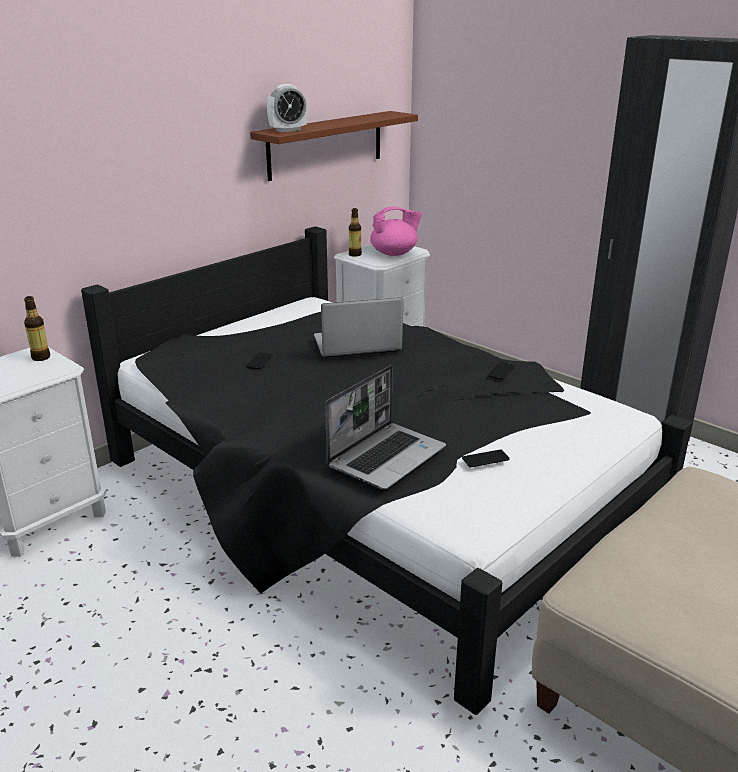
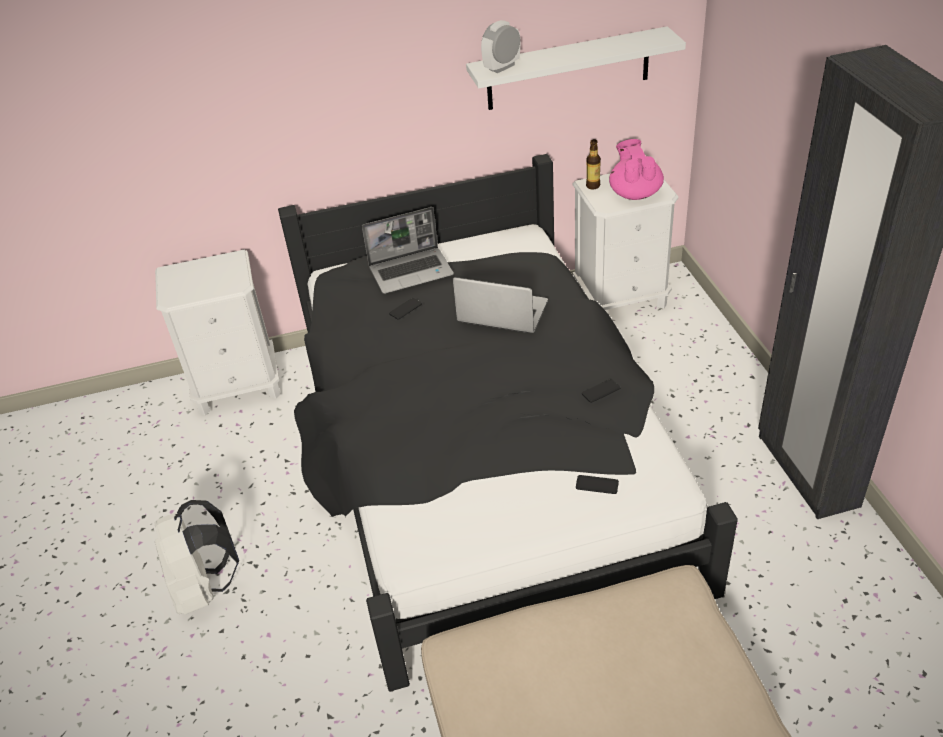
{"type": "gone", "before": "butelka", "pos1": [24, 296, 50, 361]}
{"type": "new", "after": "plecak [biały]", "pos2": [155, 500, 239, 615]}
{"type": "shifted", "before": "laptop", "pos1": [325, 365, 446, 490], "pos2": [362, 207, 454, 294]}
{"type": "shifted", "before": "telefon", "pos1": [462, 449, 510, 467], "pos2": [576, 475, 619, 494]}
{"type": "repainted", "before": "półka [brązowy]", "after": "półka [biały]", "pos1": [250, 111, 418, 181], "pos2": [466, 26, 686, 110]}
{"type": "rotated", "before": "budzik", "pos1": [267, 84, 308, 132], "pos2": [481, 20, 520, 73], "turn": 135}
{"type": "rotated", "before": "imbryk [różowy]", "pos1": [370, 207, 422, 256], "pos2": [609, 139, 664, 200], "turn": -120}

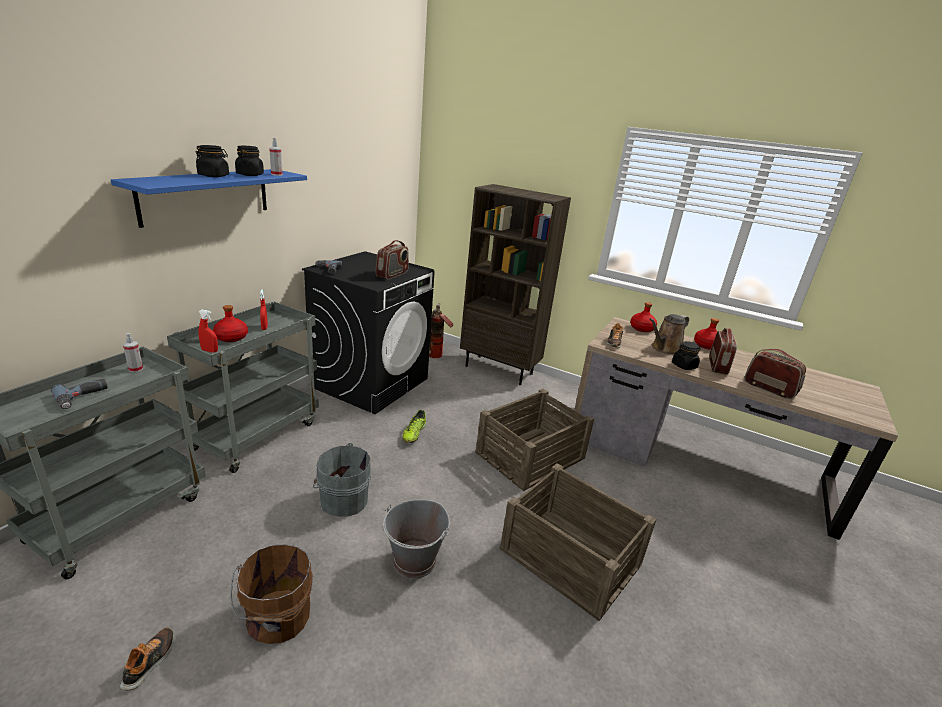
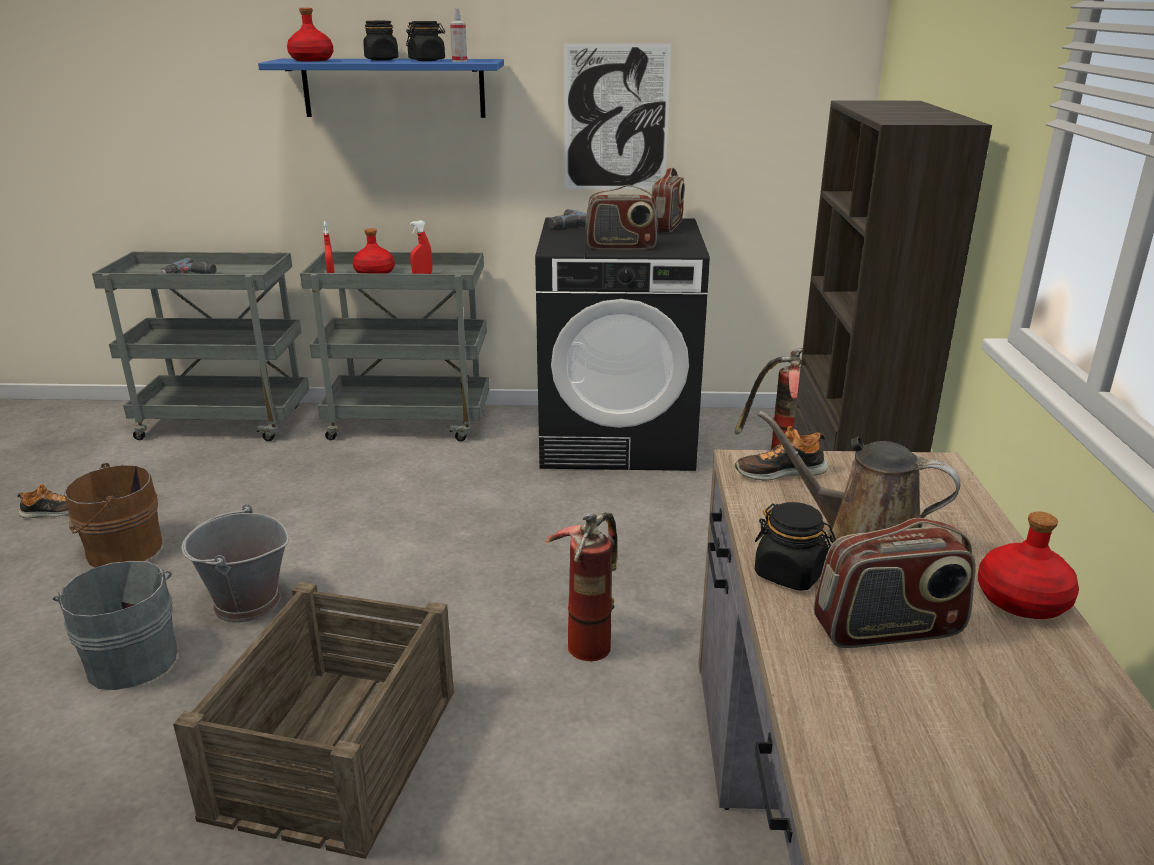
{"type": "gone", "before": "spryskiwacz", "pos1": [123, 333, 143, 372]}
{"type": "gone", "before": "but", "pos1": [402, 410, 426, 443]}
{"type": "new", "after": "obraz", "pos2": [564, 43, 671, 189]}
{"type": "shifted", "before": "wiadro [szary]", "pos1": [313, 443, 371, 517], "pos2": [53, 561, 178, 690]}
{"type": "shifted", "before": "butelka [czerwony]", "pos1": [630, 302, 657, 332], "pos2": [287, 8, 333, 61]}
{"type": "shifted", "before": "radio", "pos1": [744, 349, 806, 399], "pos2": [651, 168, 685, 232]}
{"type": "swapped", "before": "skrzynka", "after": "gaśnica", "pos1": [475, 389, 594, 491], "pos2": [545, 512, 617, 661]}

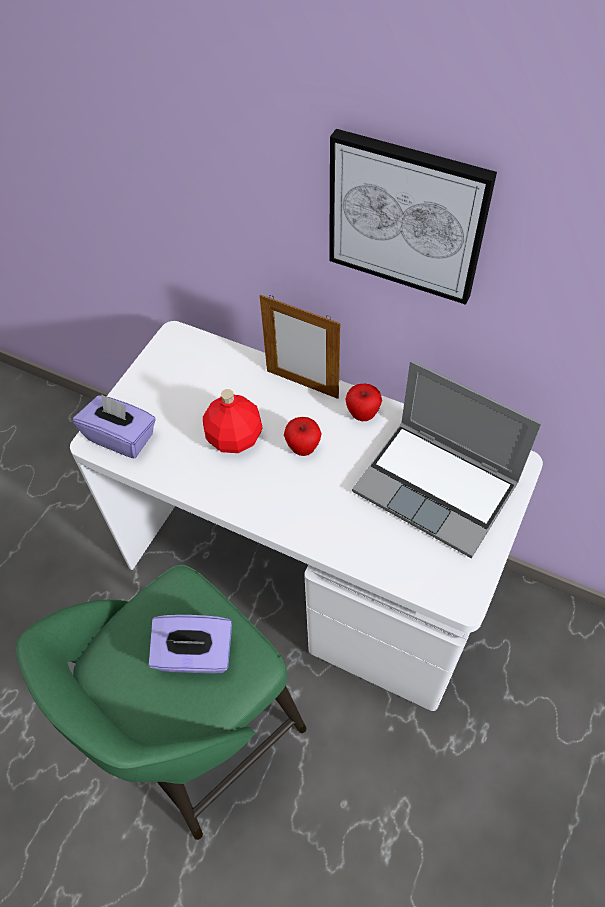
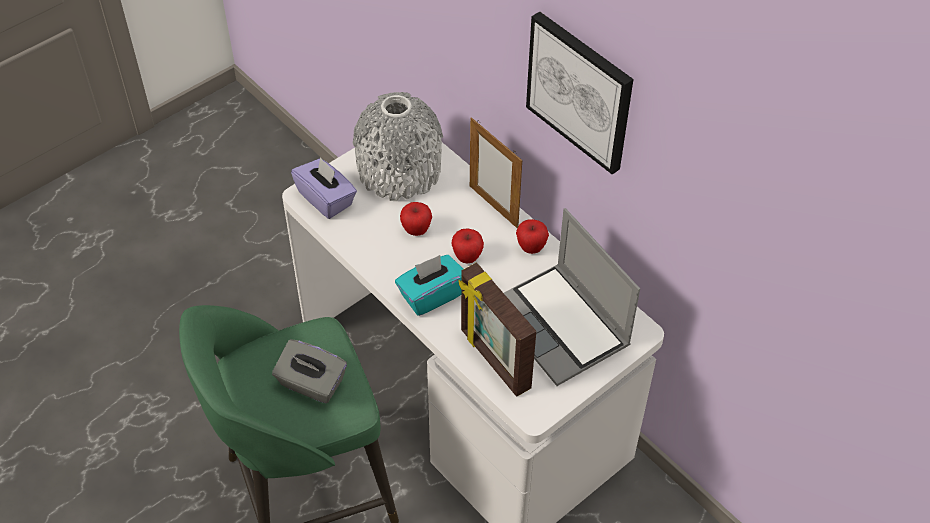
{"type": "new", "after": "wazon [szary]", "pos2": [353, 92, 443, 201]}
{"type": "new", "after": "pudełko chusteczek [turkusowy]", "pos2": [395, 255, 463, 316]}
{"type": "new", "after": "ramka na zdjęcie", "pos2": [459, 262, 536, 396]}
{"type": "swapped", "before": "butelka [czerwony]", "after": "jabłko", "pos1": [203, 389, 263, 453], "pos2": [400, 202, 432, 236]}
{"type": "repainted", "before": "pudełko chusteczek [fioletowy]", "after": "pudełko chusteczek [szary]", "pos1": [149, 615, 232, 673], "pos2": [272, 339, 347, 403]}

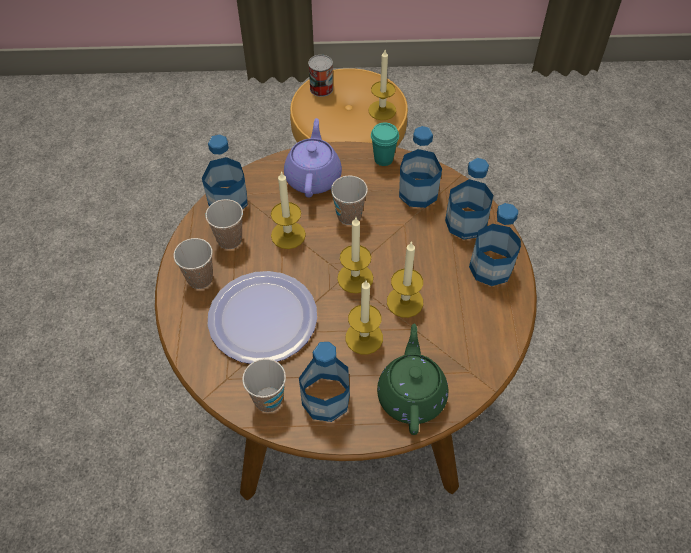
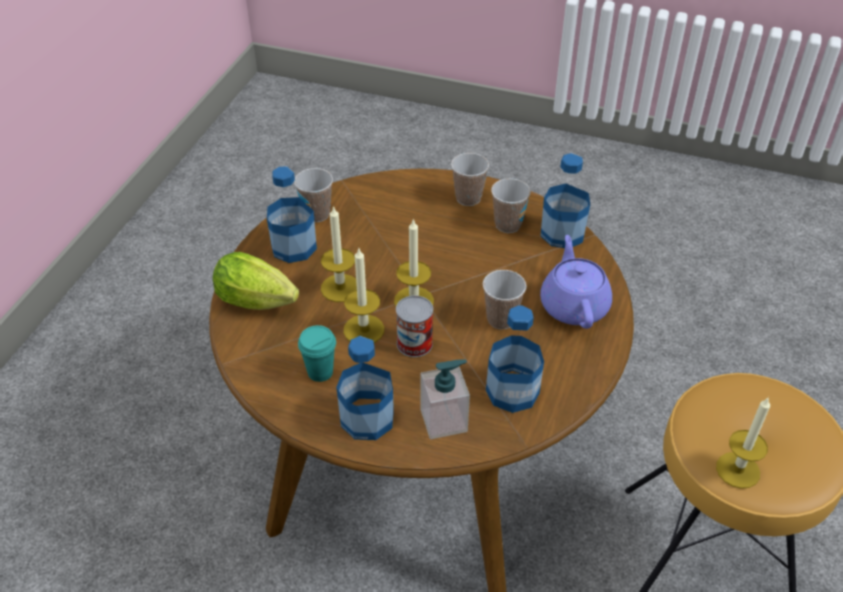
{"type": "gone", "before": "talerz", "pos1": [208, 271, 317, 364]}
{"type": "gone", "before": "świeca", "pos1": [271, 171, 306, 249]}
{"type": "shifted", "before": "puszka", "pos1": [308, 55, 333, 97], "pos2": [396, 295, 433, 357]}
{"type": "shifted", "before": "filiżanka [turkusowy]", "pos1": [371, 123, 399, 166], "pos2": [298, 325, 336, 382]}
{"type": "swapped", "before": "imbryk [zielony]", "after": "sałata", "pos1": [377, 324, 448, 435], "pos2": [213, 252, 299, 310]}
{"type": "swapped", "before": "butelka", "after": "dozownik mydła", "pos1": [445, 158, 493, 240], "pos2": [421, 359, 470, 439]}
{"type": "rotated", "before": "imbryk [fioletowy]", "pos1": [284, 118, 342, 198], "pos2": [540, 235, 612, 329], "turn": -120}

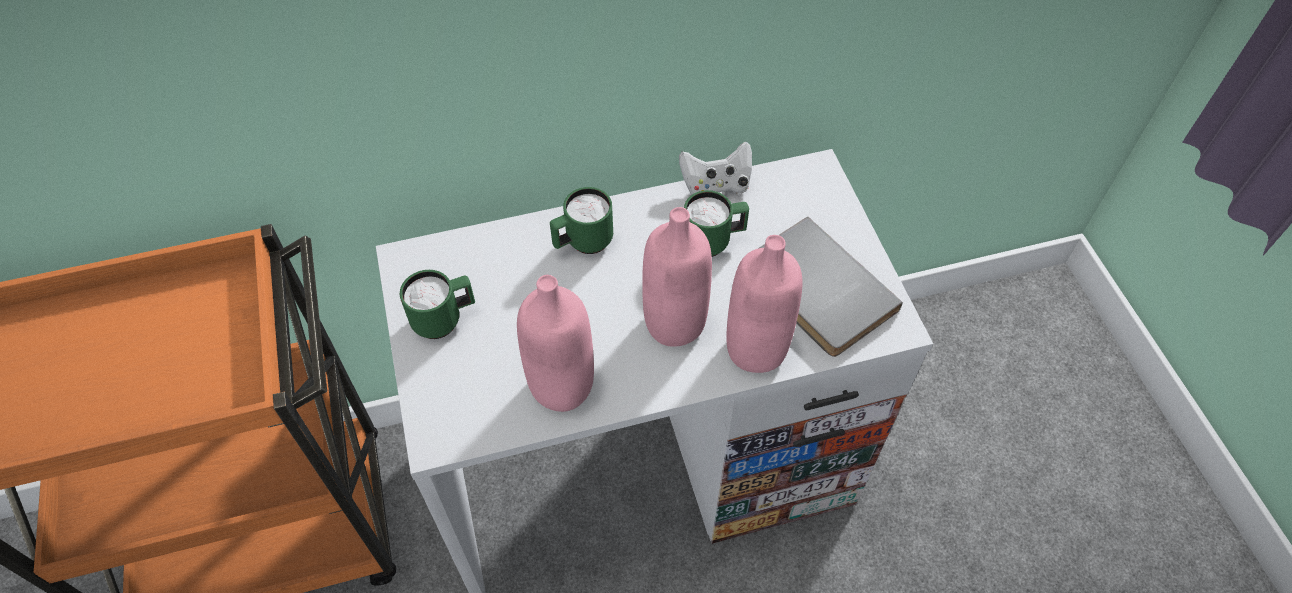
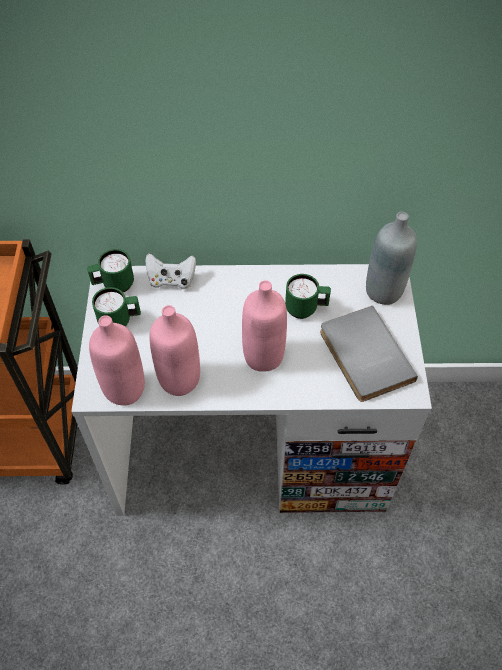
{"type": "new", "after": "butelka [szary]", "pos2": [366, 212, 417, 305]}
{"type": "shifted", "before": "kubek [zielony]", "pos1": [550, 187, 613, 254], "pos2": [87, 249, 134, 292]}
{"type": "shifted", "before": "pad do gier [biały]", "pos1": [679, 142, 752, 195], "pos2": [146, 253, 196, 289]}
{"type": "shifted", "before": "butelka [różowy]", "pos1": [726, 235, 802, 373], "pos2": [89, 315, 145, 406]}

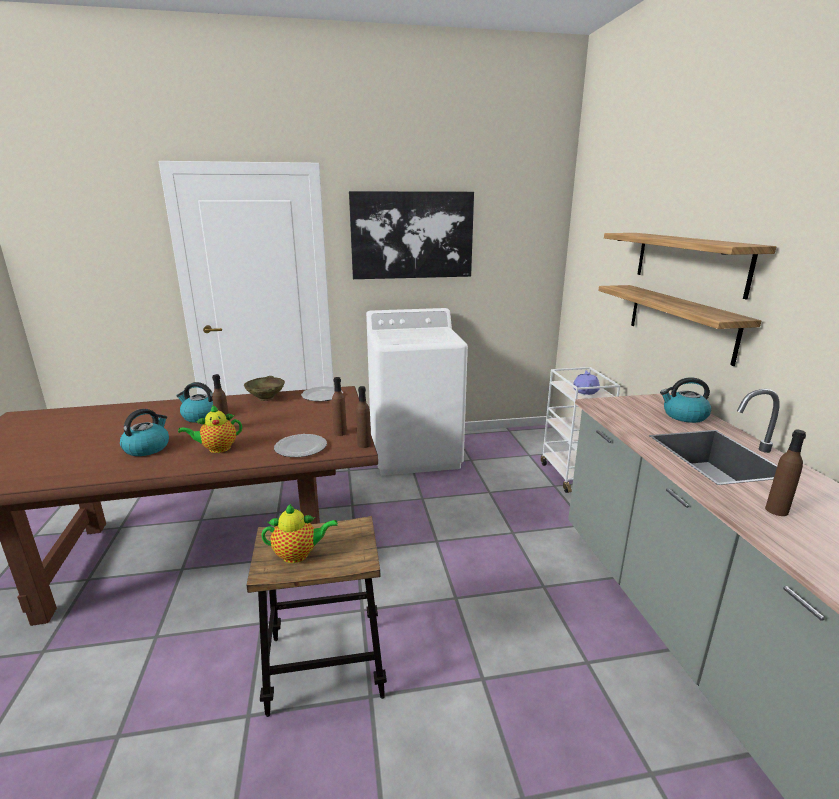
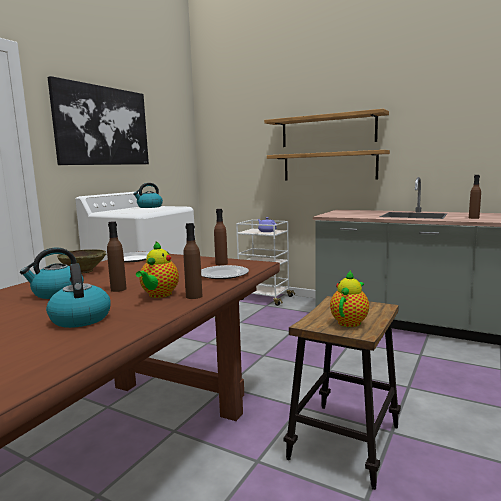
{"type": "shifted", "before": "butelka [brązowy]", "pos1": [356, 386, 371, 448], "pos2": [183, 223, 202, 299]}
{"type": "shifted", "before": "czajnik", "pos1": [660, 377, 712, 423], "pos2": [133, 183, 163, 208]}

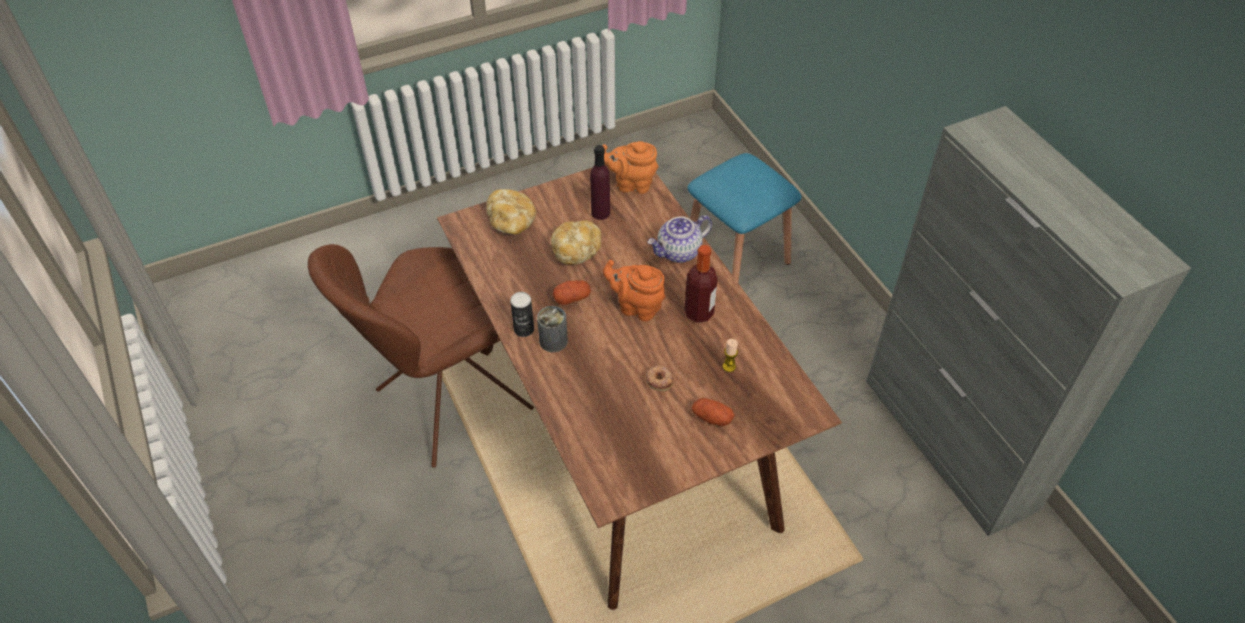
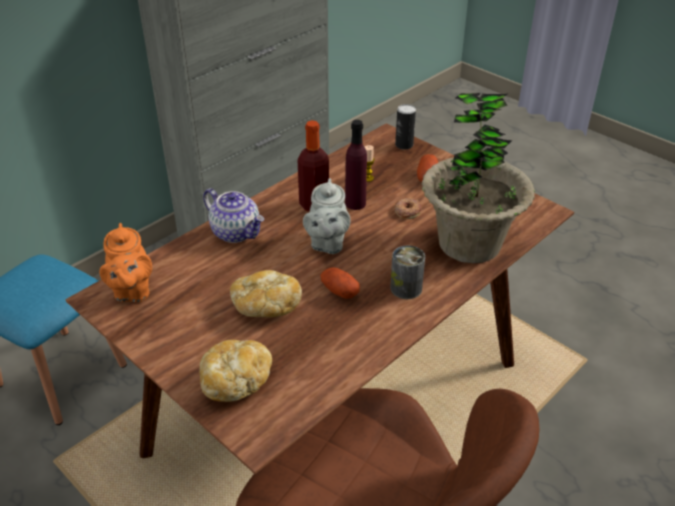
{"type": "new", "after": "roślina doniczkowa", "pos2": [422, 93, 535, 263]}
{"type": "shifted", "before": "puszka", "pos1": [510, 292, 534, 337], "pos2": [395, 104, 416, 150]}
{"type": "shifted", "before": "butelka [fioletowy]", "pos1": [590, 145, 610, 220], "pos2": [345, 120, 367, 210]}
{"type": "repainted", "before": "imbryk [pomarańczowy]", "after": "imbryk [szary]", "pos1": [603, 260, 665, 322], "pos2": [303, 178, 351, 254]}

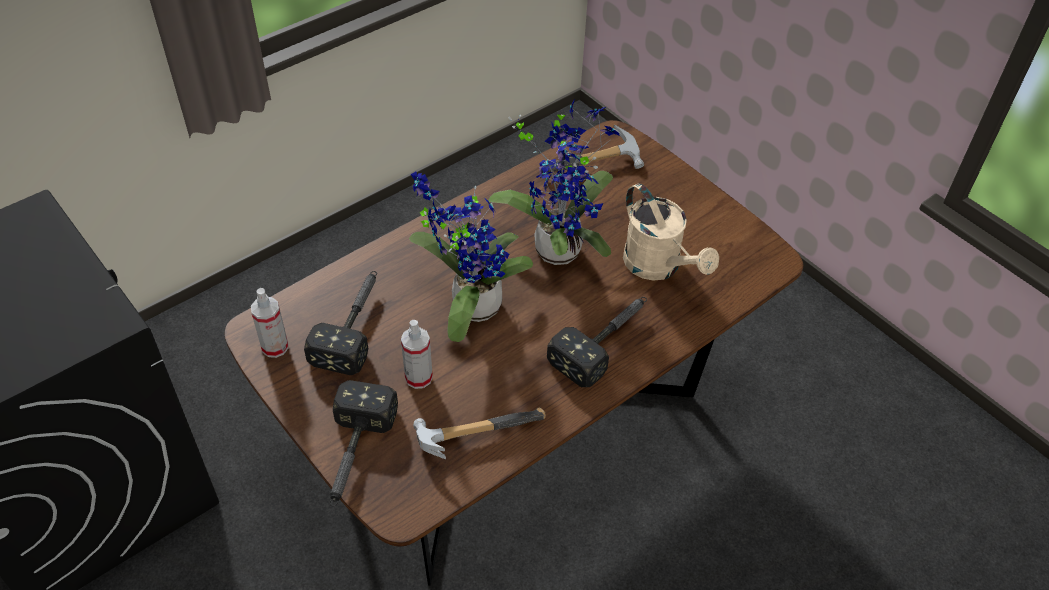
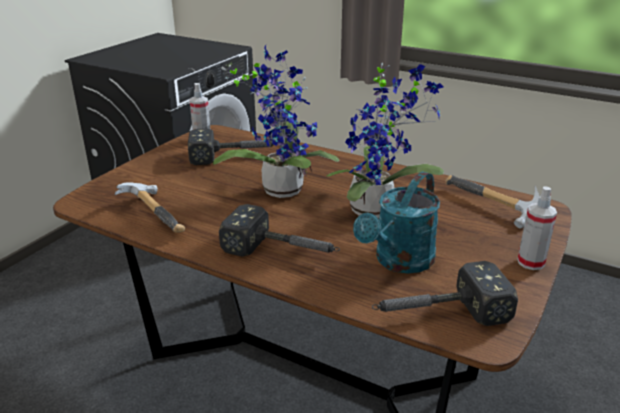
{"type": "shifted", "before": "młotek", "pos1": [329, 380, 398, 507], "pos2": [372, 261, 518, 326]}
{"type": "shifted", "before": "spryskiwacz", "pos1": [401, 320, 433, 389], "pos2": [517, 186, 557, 270]}
{"type": "repainted", "before": "konewka [beżowy]", "after": "konewka [turkusowy]", "pos1": [623, 183, 719, 281], "pos2": [353, 171, 440, 274]}

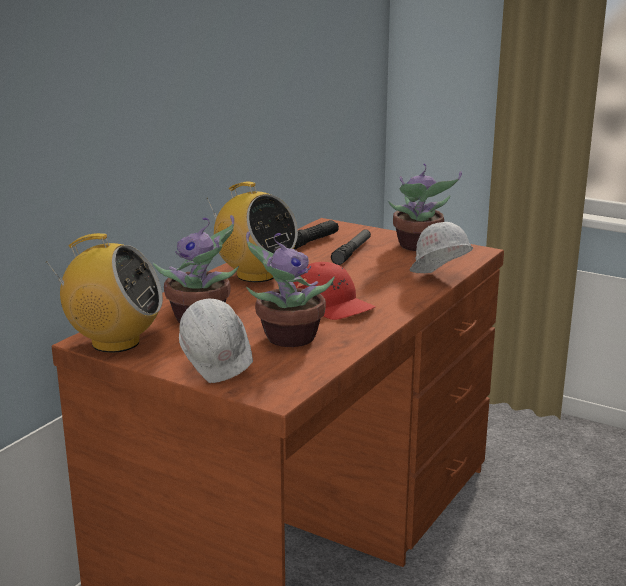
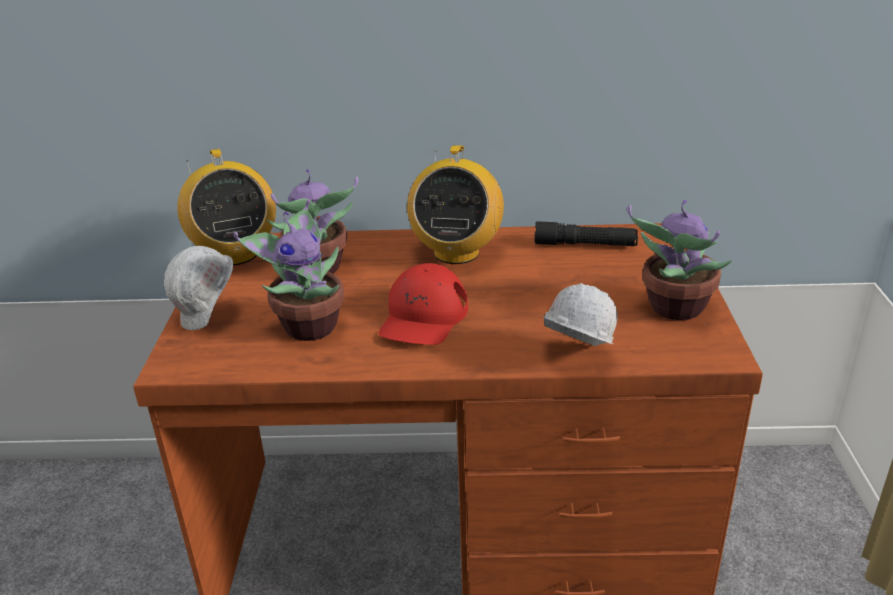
{"type": "gone", "before": "latarka", "pos1": [331, 229, 371, 265]}

